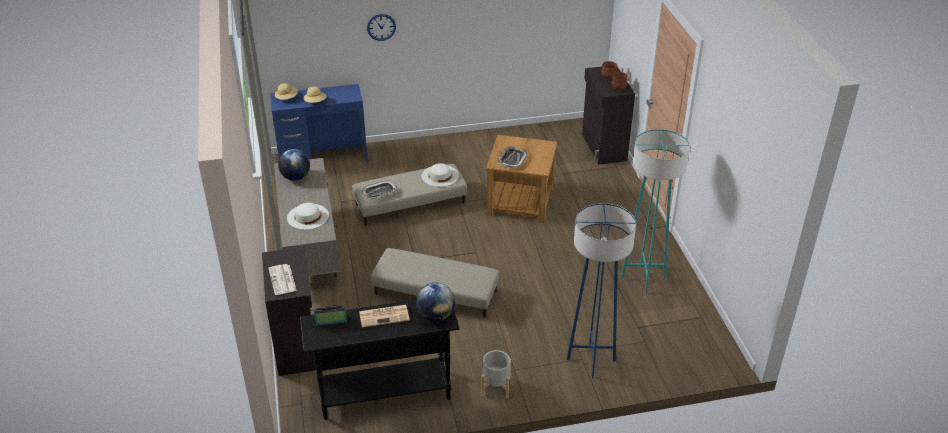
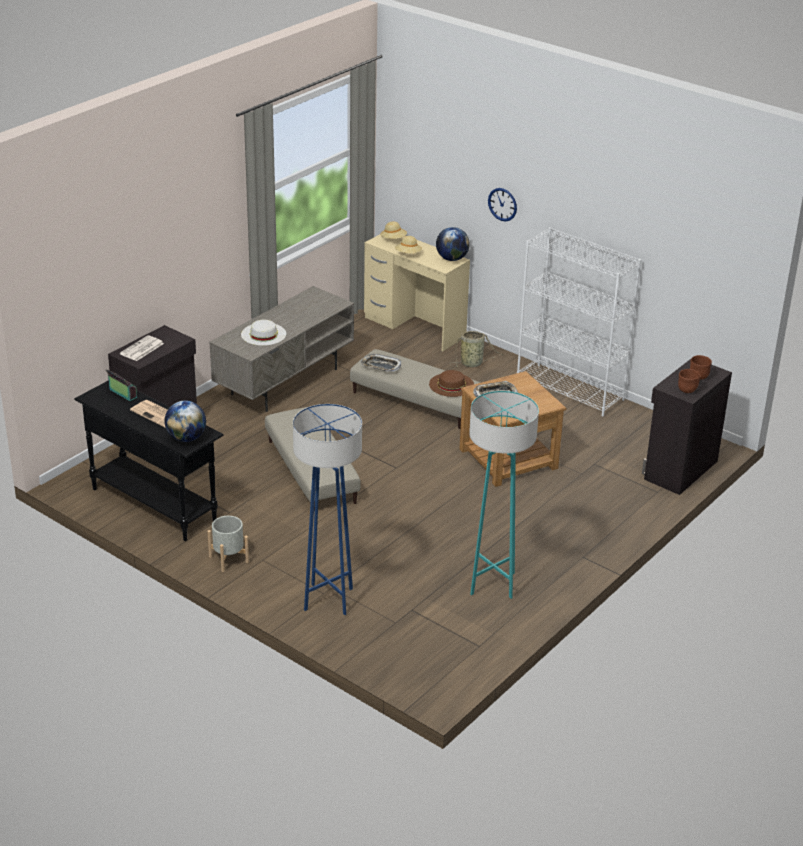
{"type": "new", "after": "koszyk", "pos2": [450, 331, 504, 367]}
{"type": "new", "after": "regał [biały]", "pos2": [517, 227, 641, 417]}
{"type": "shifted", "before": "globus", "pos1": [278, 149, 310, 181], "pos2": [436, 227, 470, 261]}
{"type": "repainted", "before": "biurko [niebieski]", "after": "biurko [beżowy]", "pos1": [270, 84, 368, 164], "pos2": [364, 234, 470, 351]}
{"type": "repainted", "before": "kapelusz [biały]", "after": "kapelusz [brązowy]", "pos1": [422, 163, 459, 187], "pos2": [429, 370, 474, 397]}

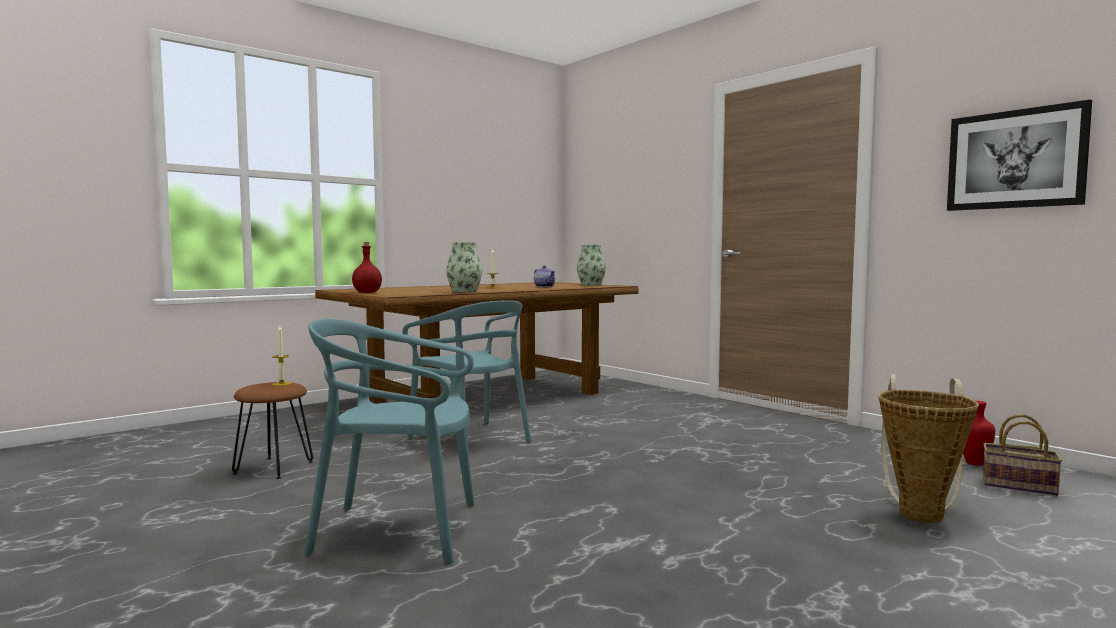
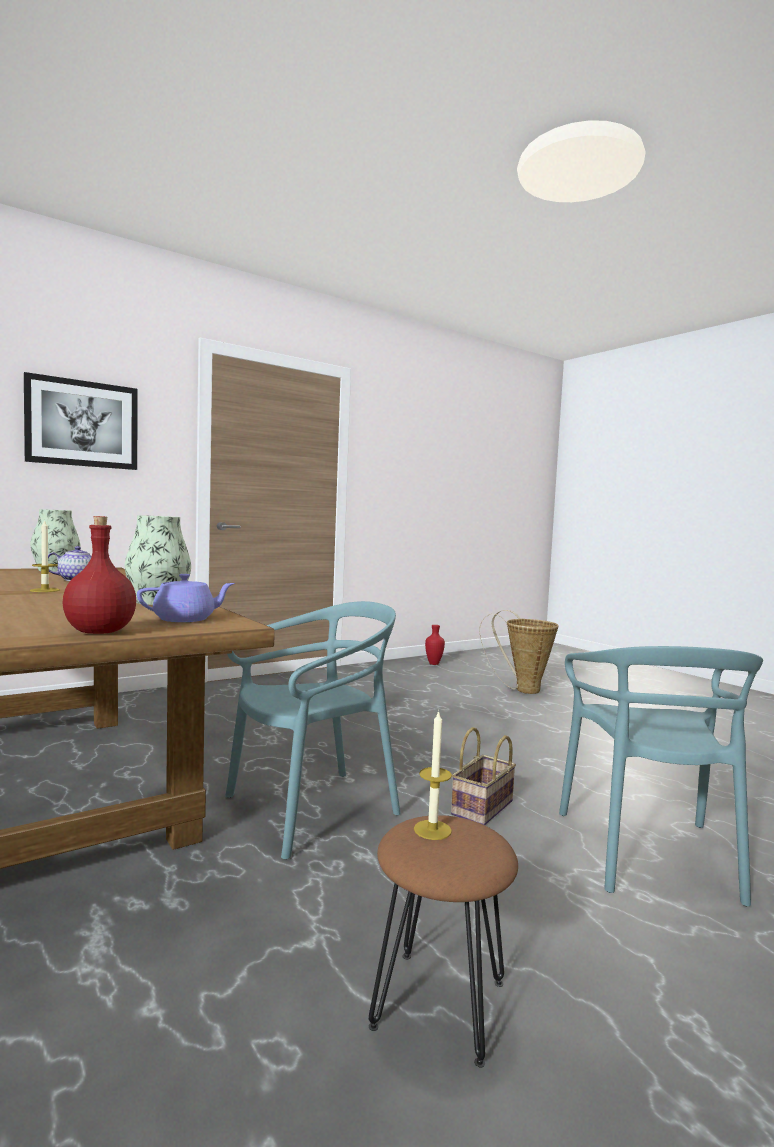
{"type": "new", "after": "imbryk [fioletowy]", "pos2": [137, 574, 235, 622]}
{"type": "shifted", "before": "obraz", "pos1": [947, 99, 1092, 211], "pos2": [24, 372, 138, 470]}
{"type": "shifted", "before": "koszyk", "pos1": [983, 415, 1062, 496], "pos2": [451, 727, 516, 825]}

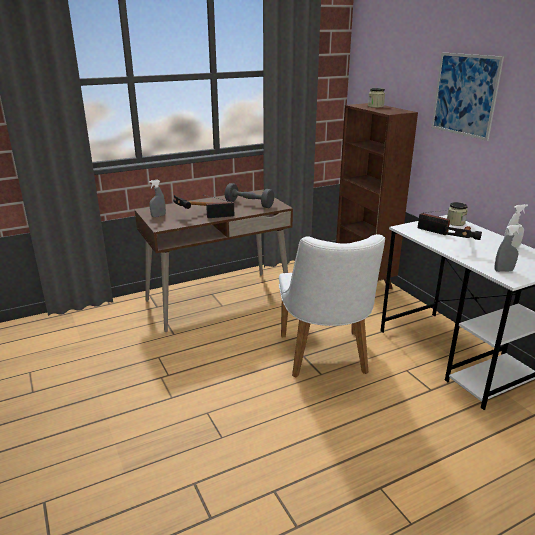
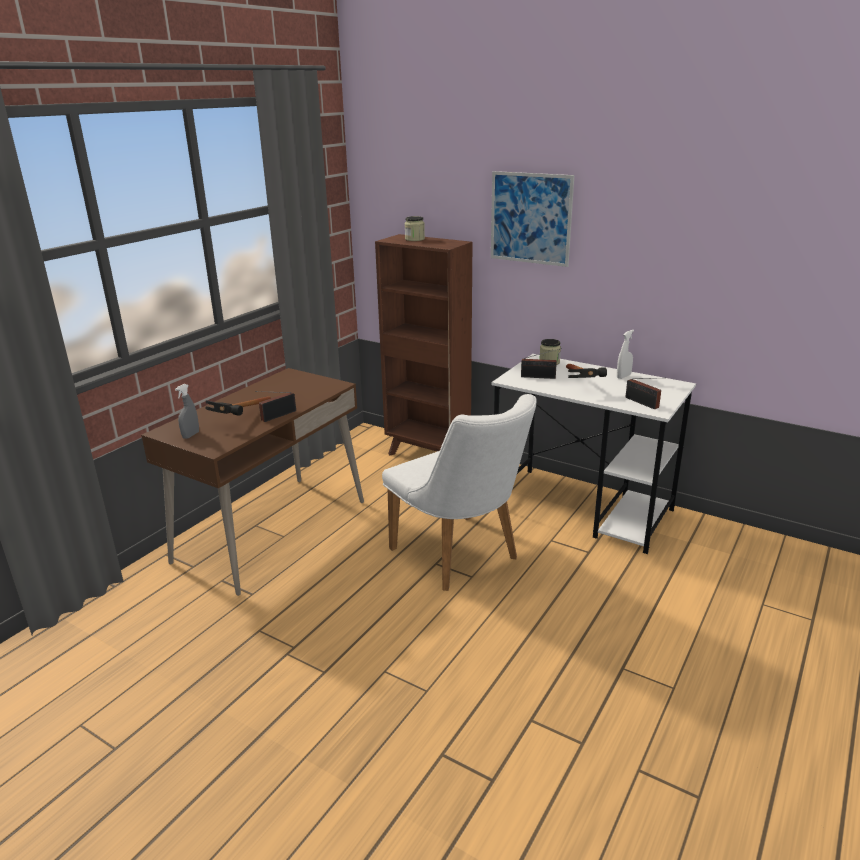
{"type": "gone", "before": "hantel [szary]", "pos1": [225, 183, 274, 208]}
{"type": "swapped", "before": "spryskiwacz [szary]", "after": "radio", "pos1": [495, 225, 522, 272], "pos2": [625, 378, 661, 409]}

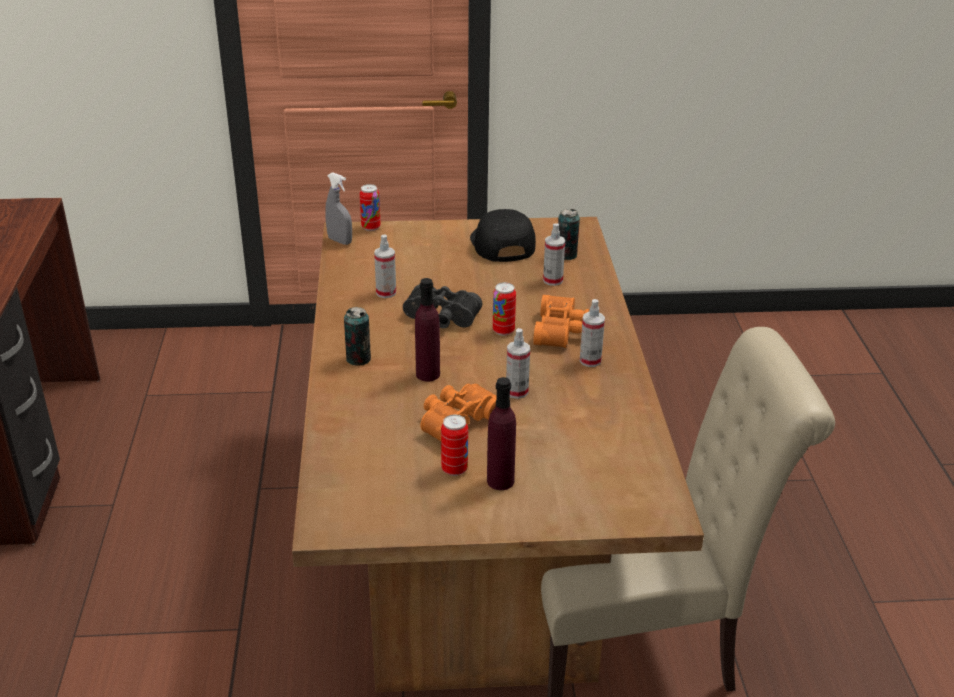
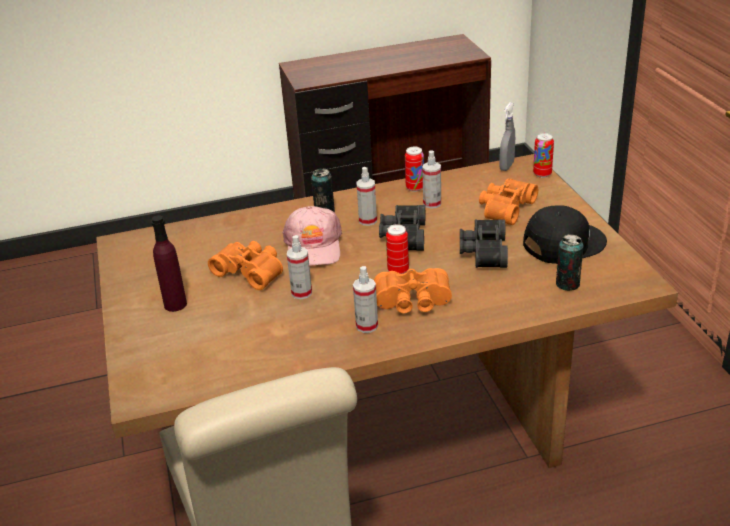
{"type": "new", "after": "lornetka [czarny]", "pos2": [460, 219, 508, 268]}
{"type": "new", "after": "lornetka [pomarańczowy]", "pos2": [479, 179, 538, 225]}
{"type": "shifted", "before": "puszka", "pos1": [441, 414, 468, 476], "pos2": [405, 147, 424, 192]}
{"type": "shifted", "before": "spryskiwacz", "pos1": [543, 223, 565, 286], "pos2": [356, 167, 377, 226]}
{"type": "swapped", "before": "butelka [fioletowy]", "after": "czapka z daszkiem [różowy]", "pos1": [415, 278, 440, 381], "pos2": [282, 206, 342, 266]}

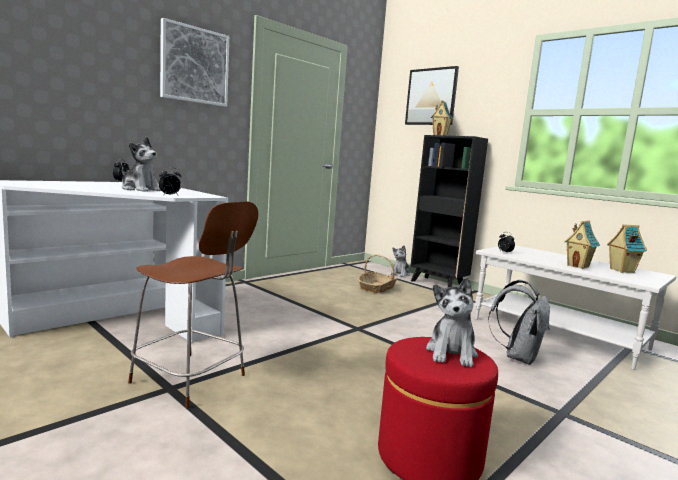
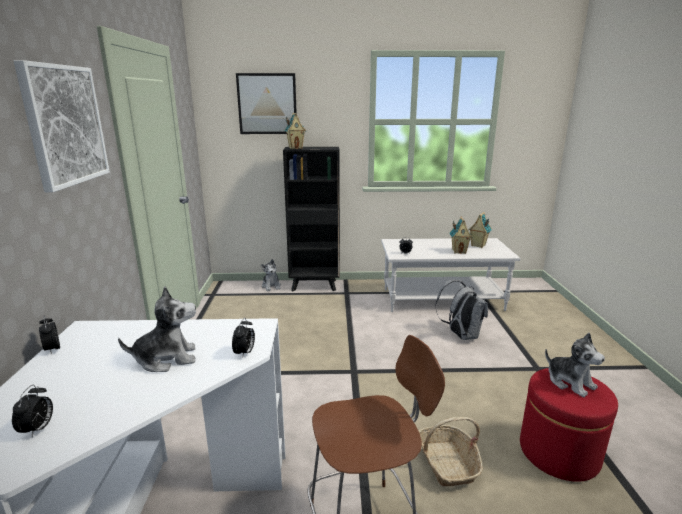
{"type": "new", "after": "budzik", "pos2": [12, 385, 53, 438]}
{"type": "shifted", "before": "koszyk", "pos1": [358, 254, 397, 293], "pos2": [419, 417, 483, 486]}

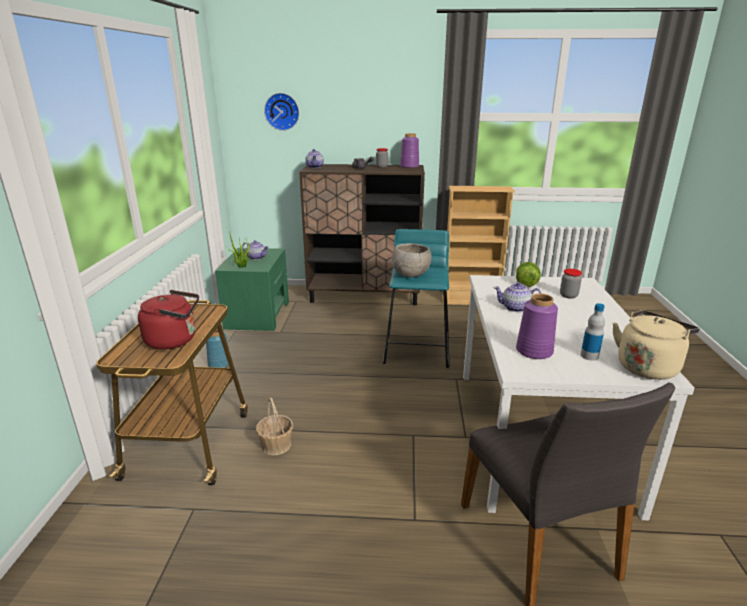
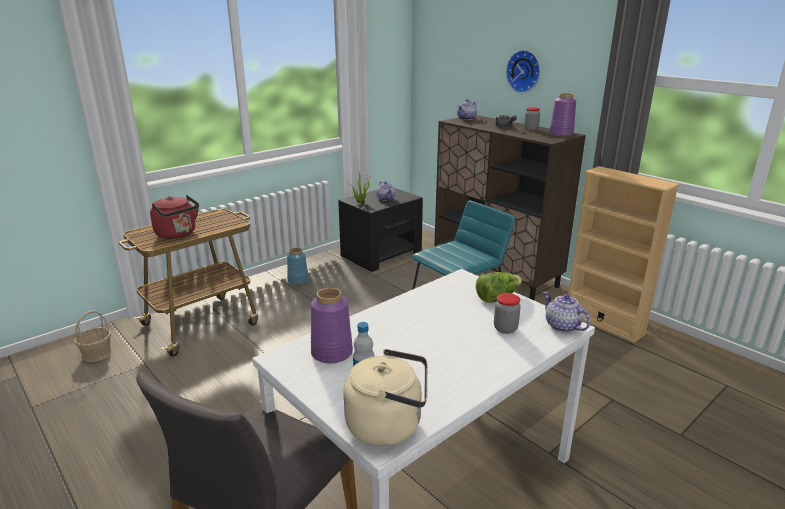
{"type": "gone", "before": "miska [szary]", "pos1": [392, 243, 431, 277]}
{"type": "shifted", "before": "koszyk", "pos1": [256, 397, 293, 455], "pos2": [74, 310, 112, 362]}
{"type": "shifted", "before": "zegar ścienny", "pos1": [264, 93, 299, 131], "pos2": [506, 50, 540, 93]}
{"type": "shifted", "before": "imbryk", "pos1": [494, 282, 542, 312], "pos2": [543, 291, 591, 333]}
{"type": "repainted", "before": "szafka nocna [zielony]", "after": "szafka nocna [czarny]", "pos1": [215, 248, 289, 331], "pos2": [338, 188, 423, 272]}

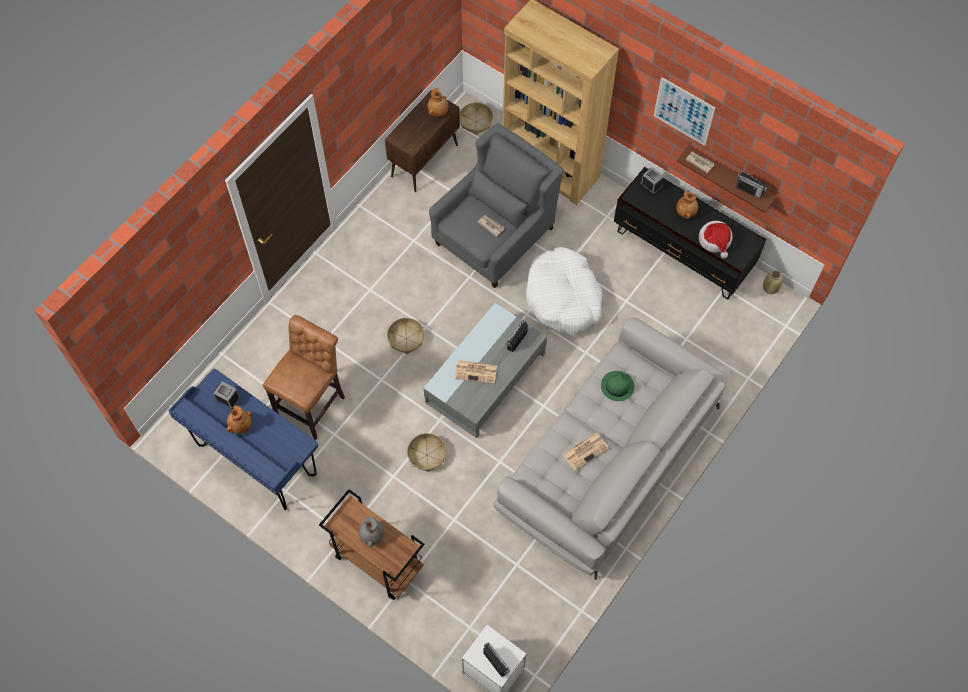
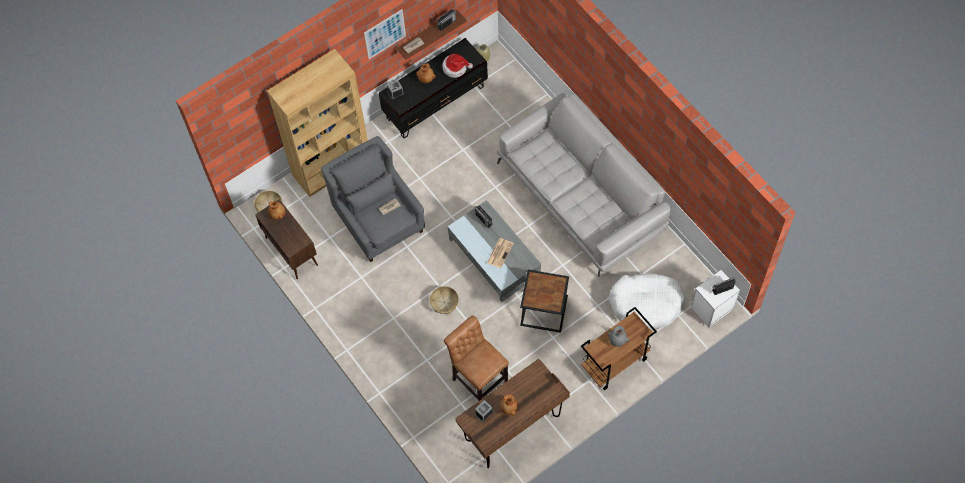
{"type": "gone", "before": "gazeta", "pos1": [562, 433, 609, 471]}
{"type": "gone", "before": "kapelusz [zielony]", "pos1": [601, 371, 634, 401]}
{"type": "shifted", "before": "legowisko [biały]", "pos1": [526, 247, 603, 336], "pos2": [609, 273, 686, 330]}
{"type": "swapped", "before": "koszyk", "after": "stolik [czarny]", "pos1": [407, 433, 446, 472], "pos2": [520, 270, 569, 333]}
{"type": "repainted", "before": "biurko [niebieski]", "after": "biurko [brązowy]", "pos1": [168, 369, 318, 510], "pos2": [455, 359, 570, 468]}

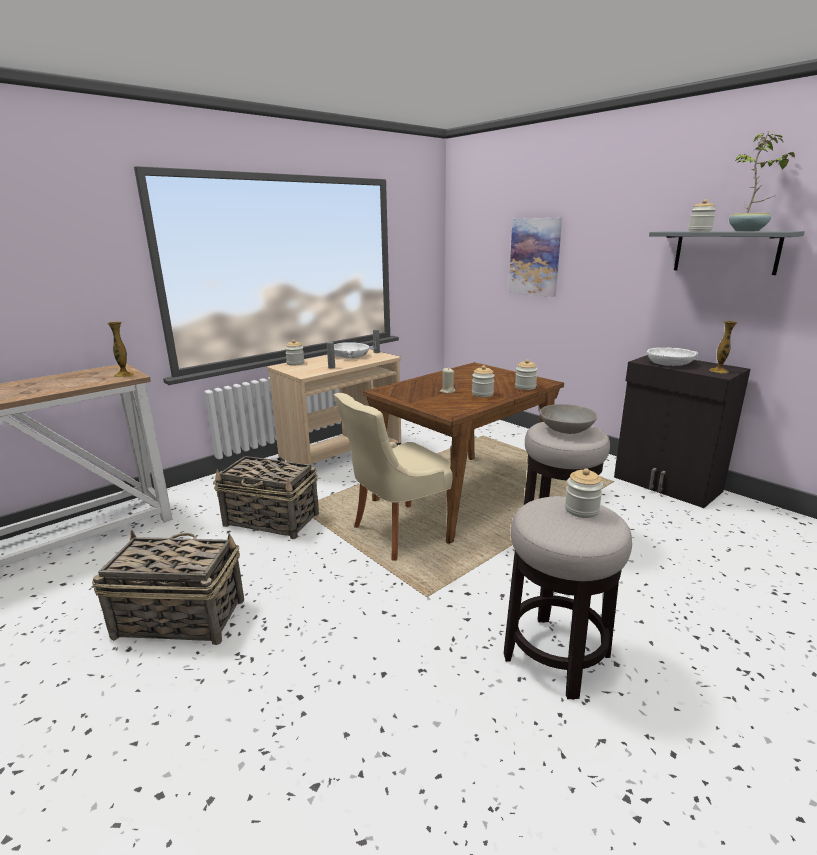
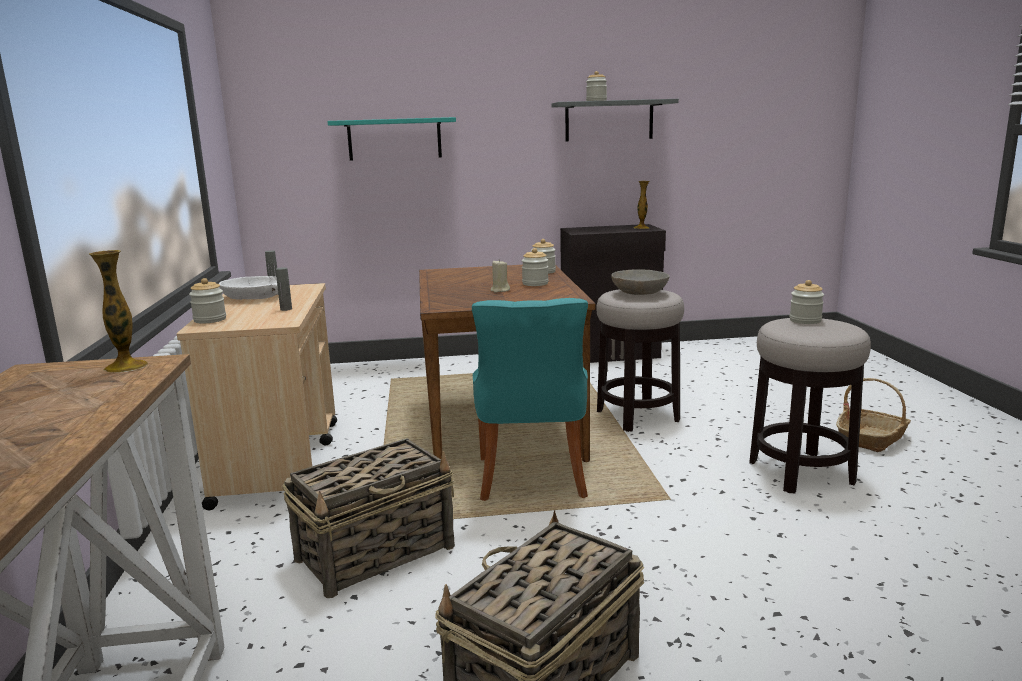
{"type": "gone", "before": "miska [biały]", "pos1": [647, 348, 698, 366]}
{"type": "gone", "before": "roślina doniczkowa", "pos1": [729, 131, 795, 231]}
{"type": "new", "after": "koszyk", "pos2": [836, 378, 911, 452]}
{"type": "swapped", "before": "obraz", "after": "półka [turkusowy]", "pos1": [509, 218, 562, 297], "pos2": [327, 117, 456, 161]}
{"type": "repainted", "before": "krzesło [beżowy]", "after": "krzesło [turkusowy]", "pos1": [334, 393, 456, 561], "pos2": [472, 298, 588, 501]}

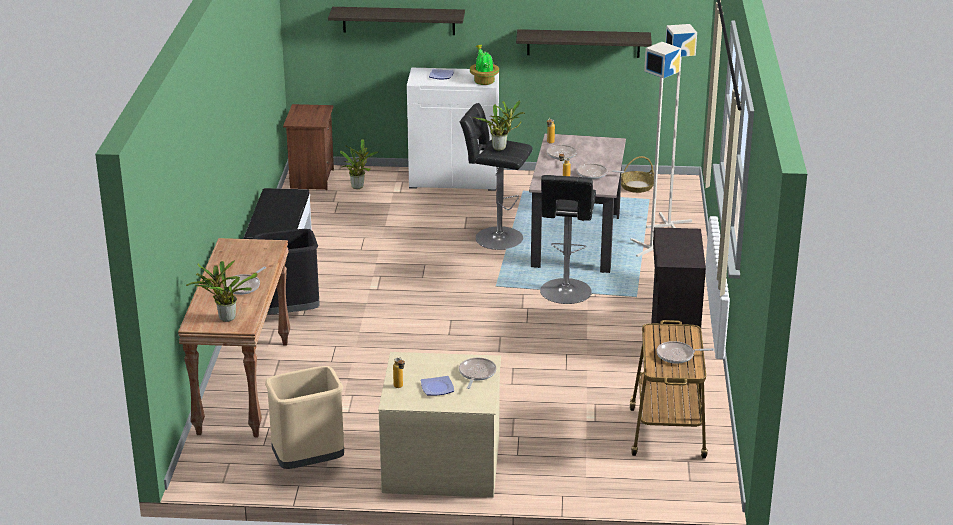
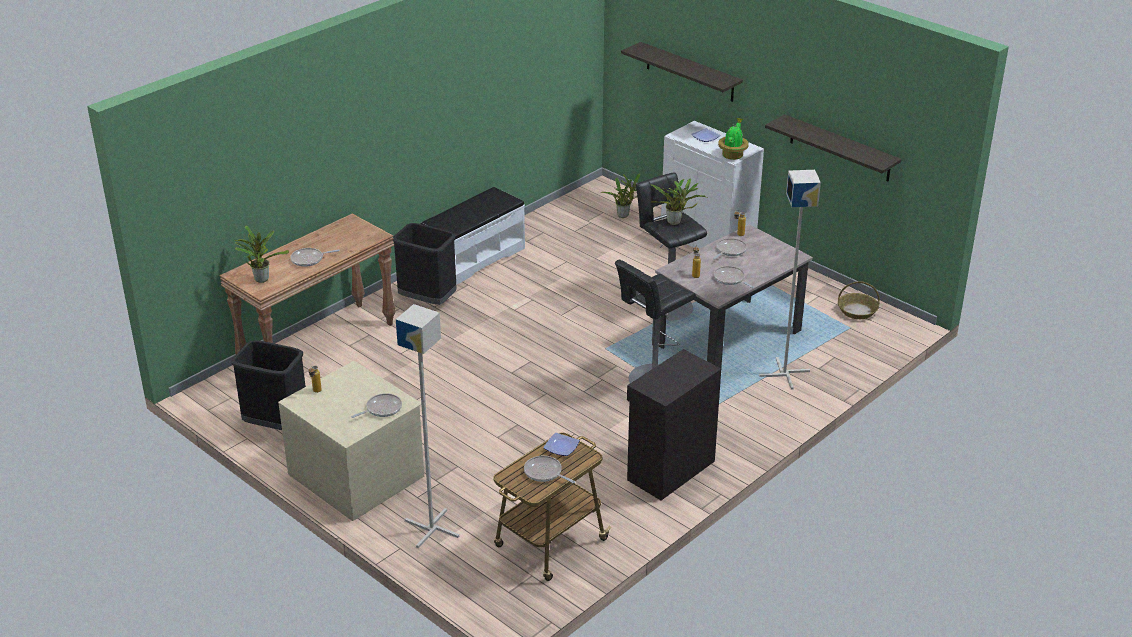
{"type": "gone", "before": "szafka nocna [brązowy]", "pos1": [283, 104, 334, 190]}
{"type": "shifted", "before": "talerz", "pos1": [421, 376, 454, 396], "pos2": [543, 433, 580, 456]}
{"type": "shifted", "before": "lampa stojąca [szary]", "pos1": [646, 24, 697, 228], "pos2": [396, 304, 459, 548]}
{"type": "repainted", "before": "kosz na śmieci [beżowy]", "after": "kosz na śmieci [czarny]", "pos1": [265, 366, 344, 469], "pos2": [231, 340, 306, 430]}

